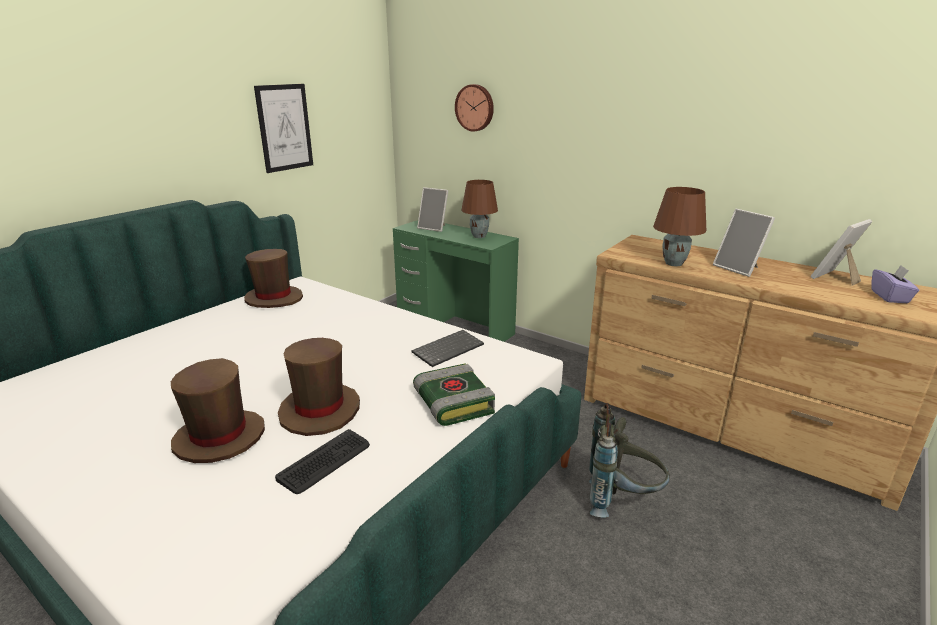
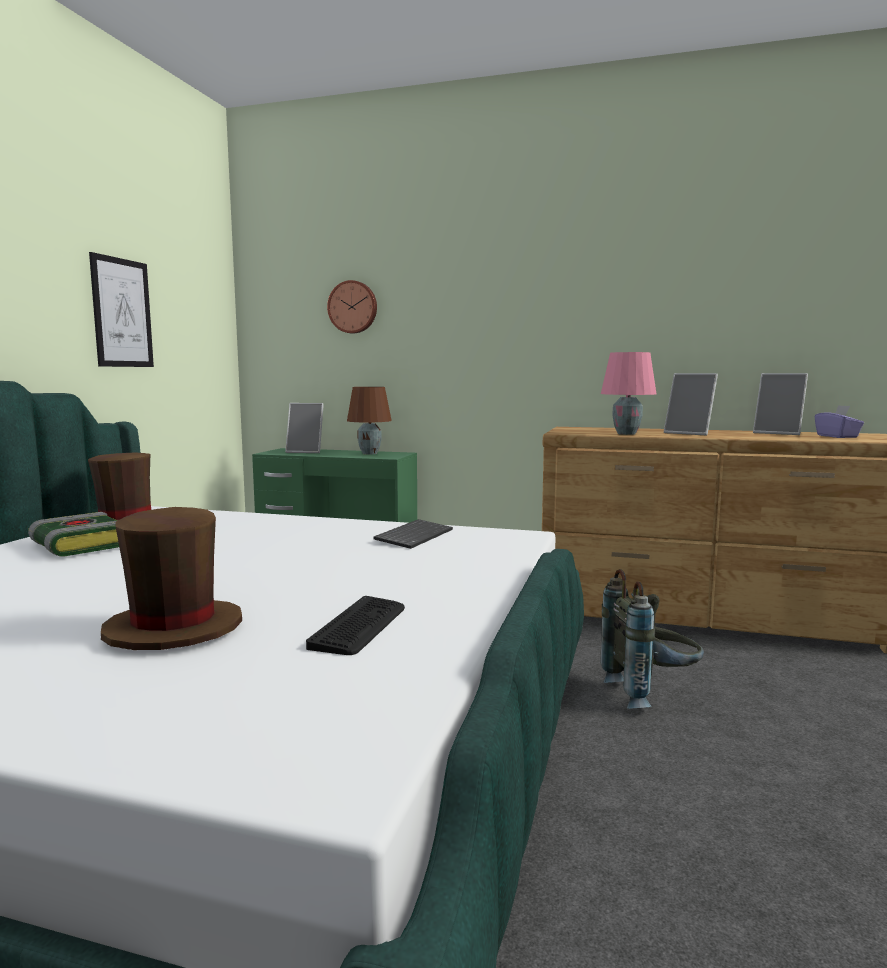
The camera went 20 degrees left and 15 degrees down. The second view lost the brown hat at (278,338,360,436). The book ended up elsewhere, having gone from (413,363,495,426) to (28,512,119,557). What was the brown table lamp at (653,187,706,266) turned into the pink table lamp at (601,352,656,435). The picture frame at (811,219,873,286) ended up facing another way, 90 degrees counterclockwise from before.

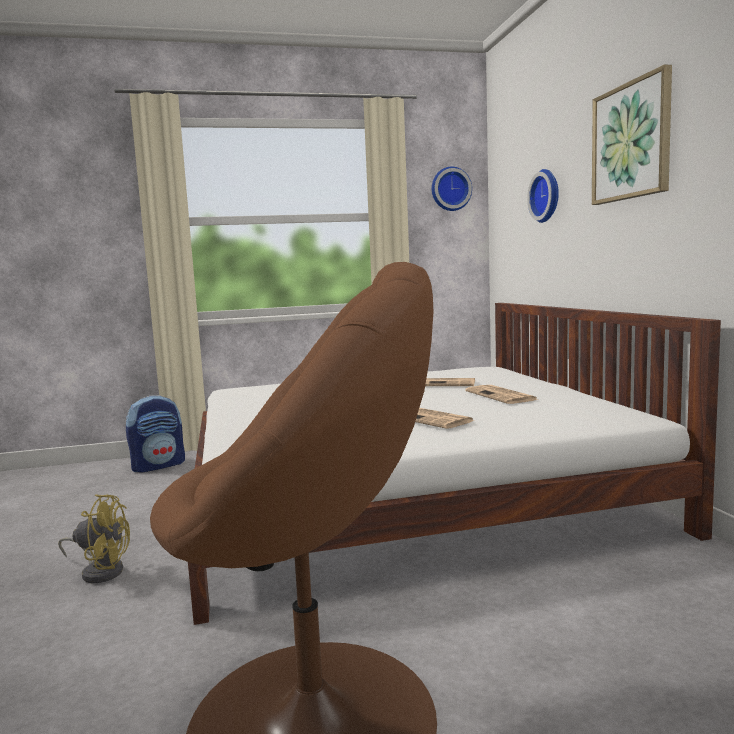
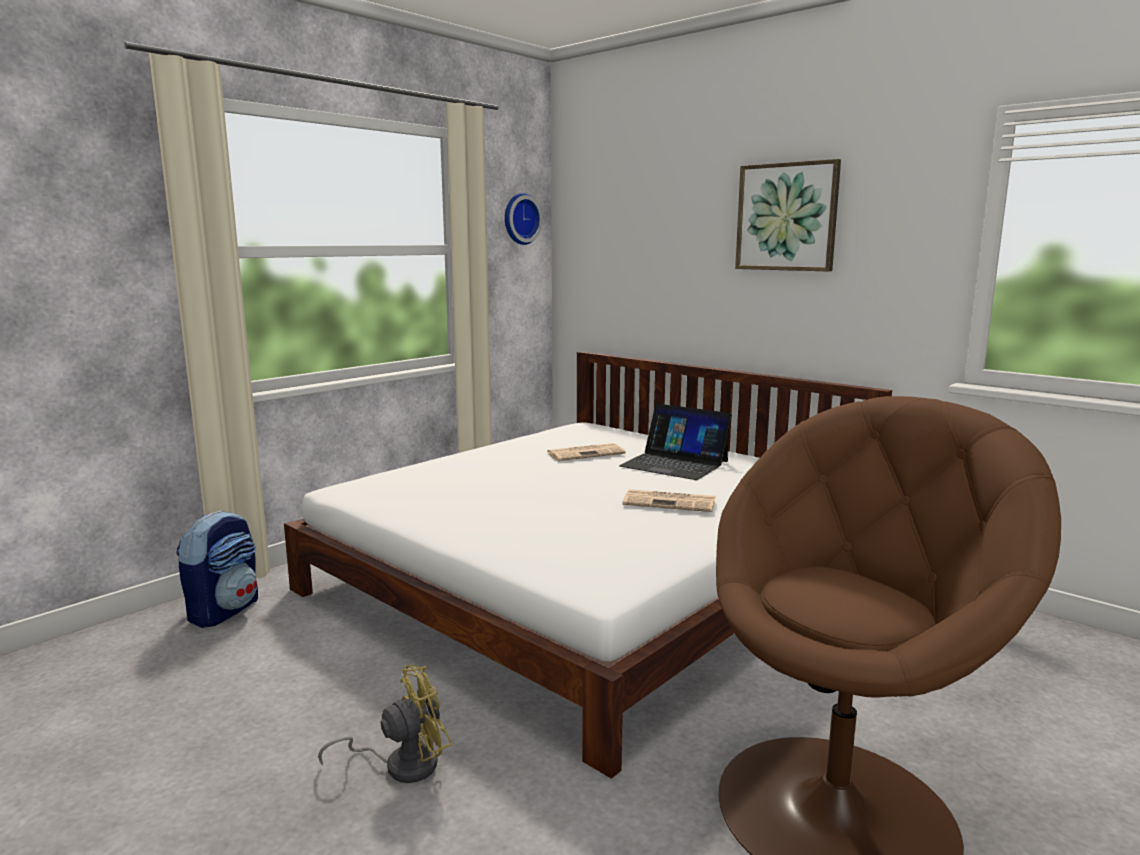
The camera went 35 degrees left and 5 degrees up. The second view lost the wall clock at (527,169,559,223). Where the newspaper stood at (465,385,539,404), the laptop came to stand at (619,404,732,480).

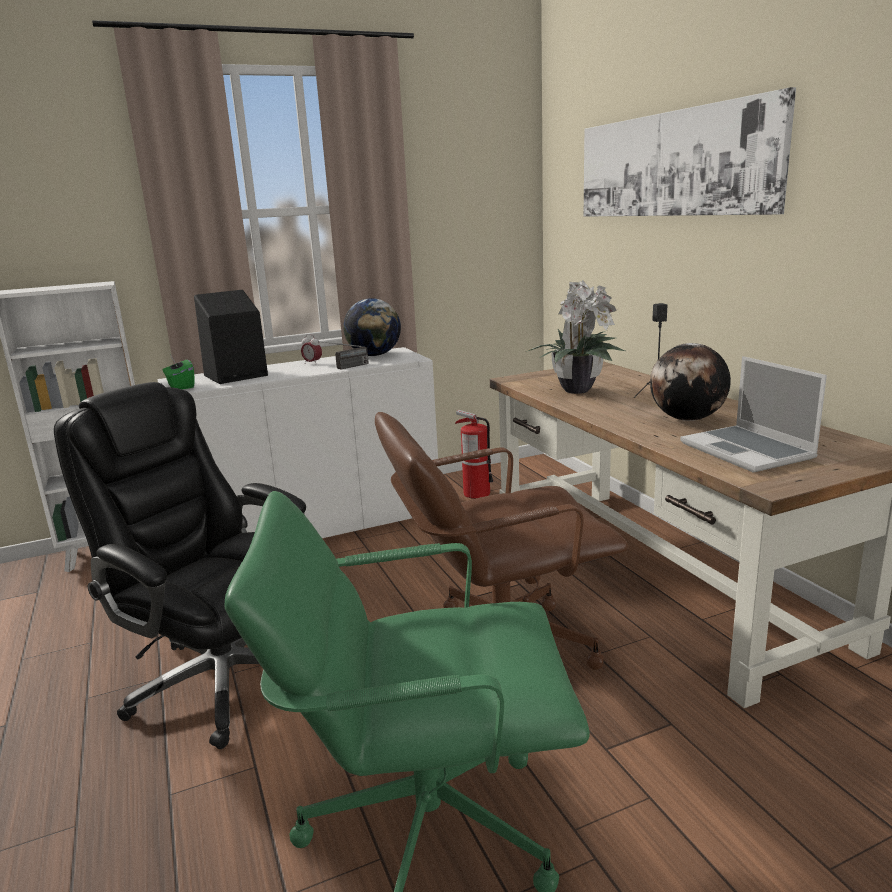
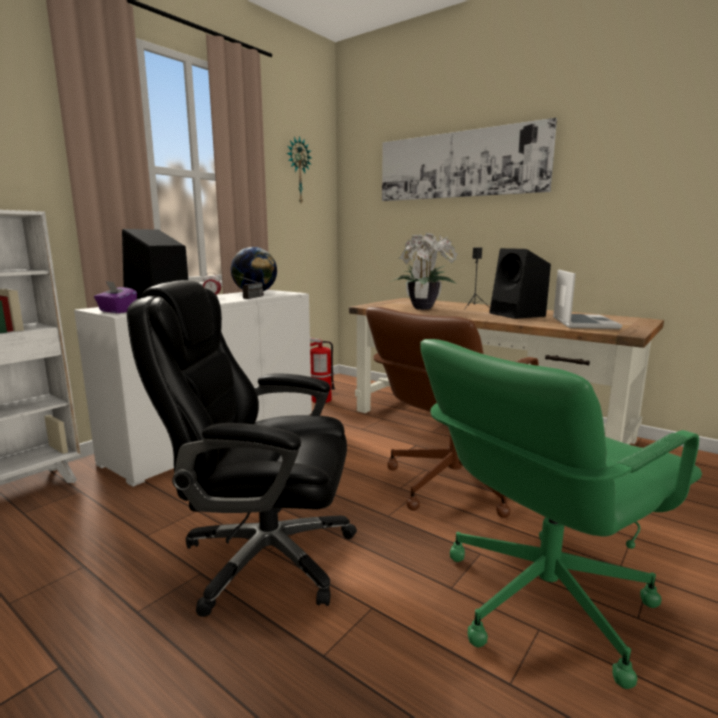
The camera went 30 degrees left and 5 degrees down. The second view gained the wall clock at (287,136,312,203). Where the globe stood at (650,343,731,421), the black speaker came to stand at (489,248,551,319). What was the green tissue box at (163,354,195,389) turned into the purple tissue box at (94,281,137,313). The laptop at (680,356,827,473) ended up facing another way, 120 degrees counterclockwise from before.

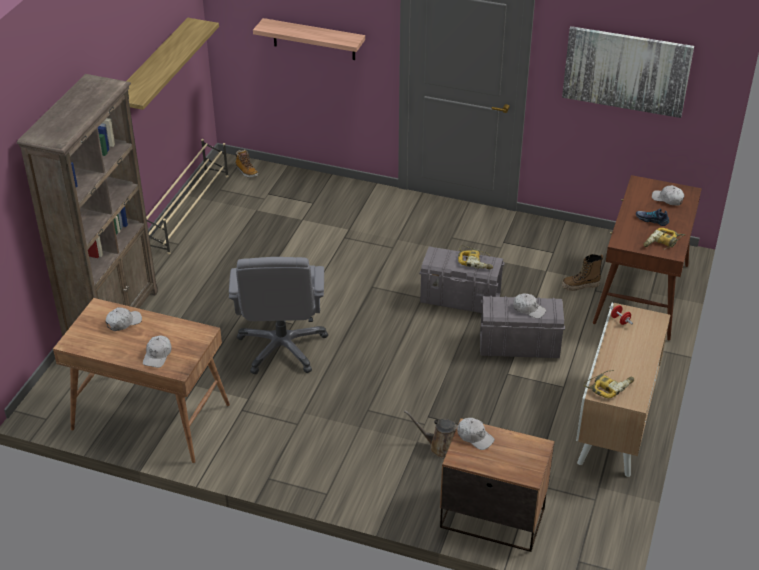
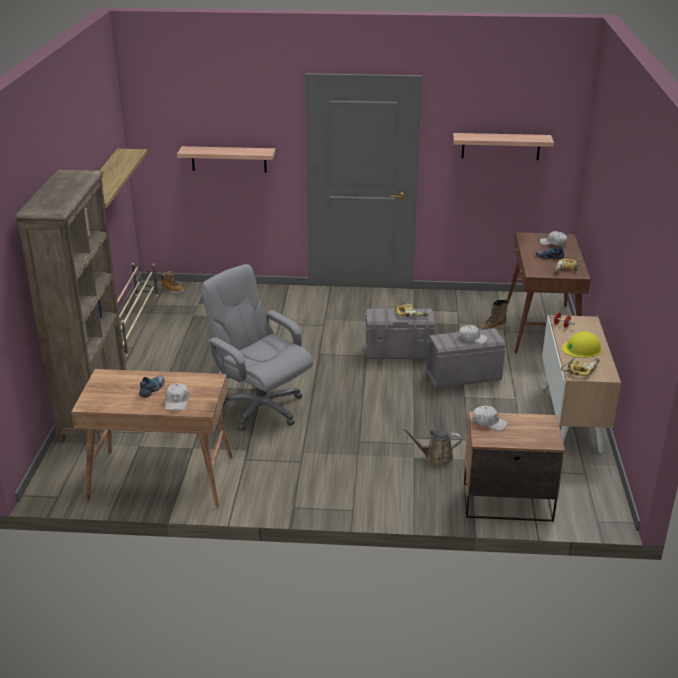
The camera went 15 degrees left and 10 degrees down. The second view lost the white cap at (105,307,142,331). The second view gained the shoe at (139,375,165,397). The second view gained the yellow hard hat at (562,332,602,358). Where the picture hung at (562,26,694,118), the shelf came to hang at (453,133,554,160). The grey office chair at (229,257,328,374) ended up facing another way, 150 degrees clockwise from before.

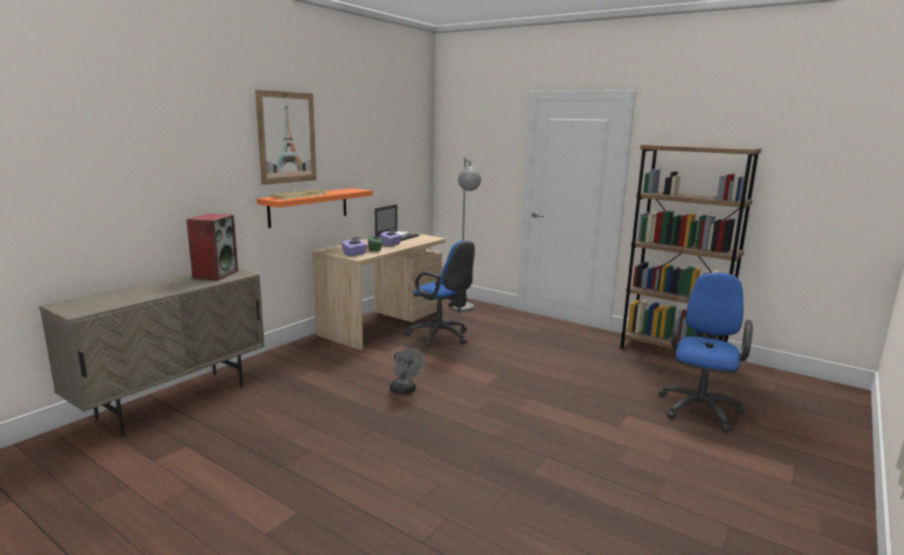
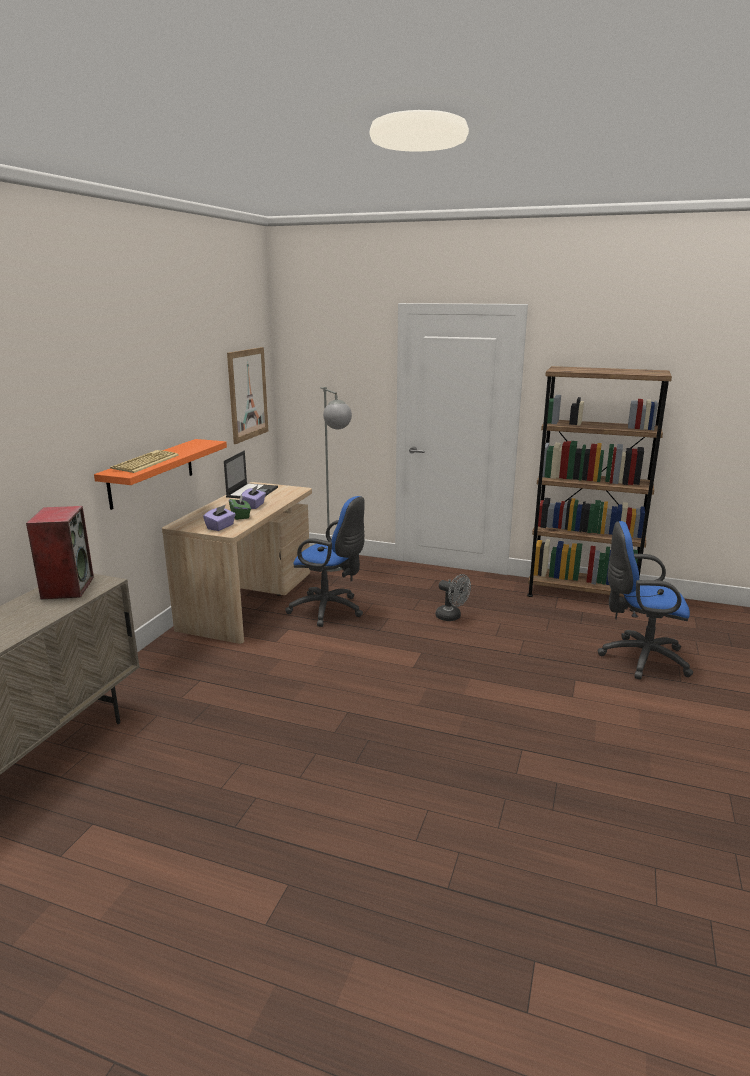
The camera went 15 degrees left and 5 degrees up. The picture ended up elsewhere, having gone from (255,90,316,185) to (227,347,268,444). The grey fan ended up elsewhere, having gone from (390,347,425,395) to (435,574,471,621). The blue office chair at (659,273,753,432) ended up facing another way, 90 degrees counterclockwise from before.

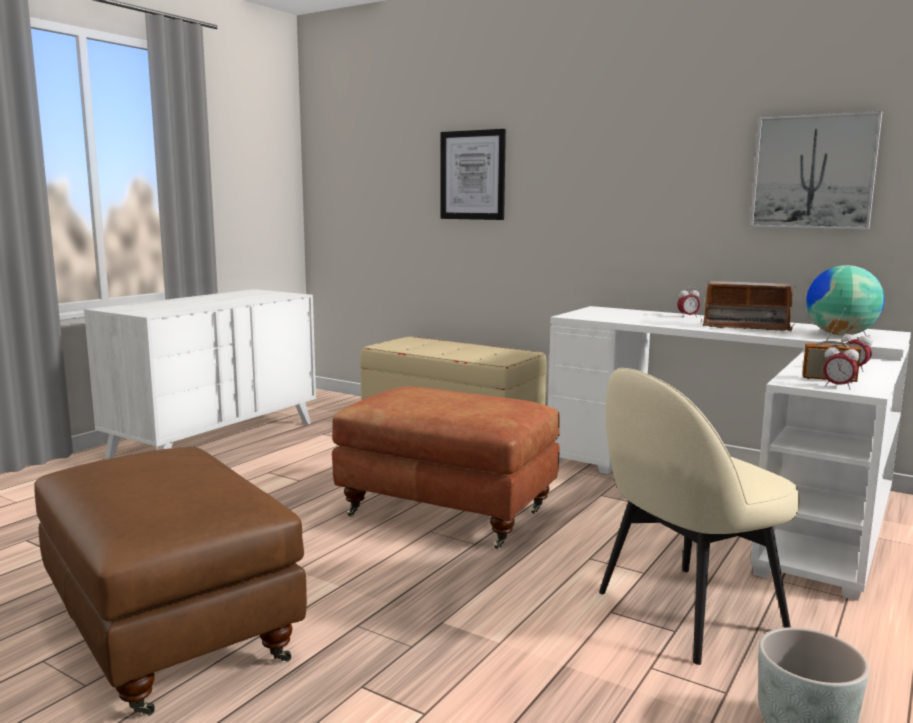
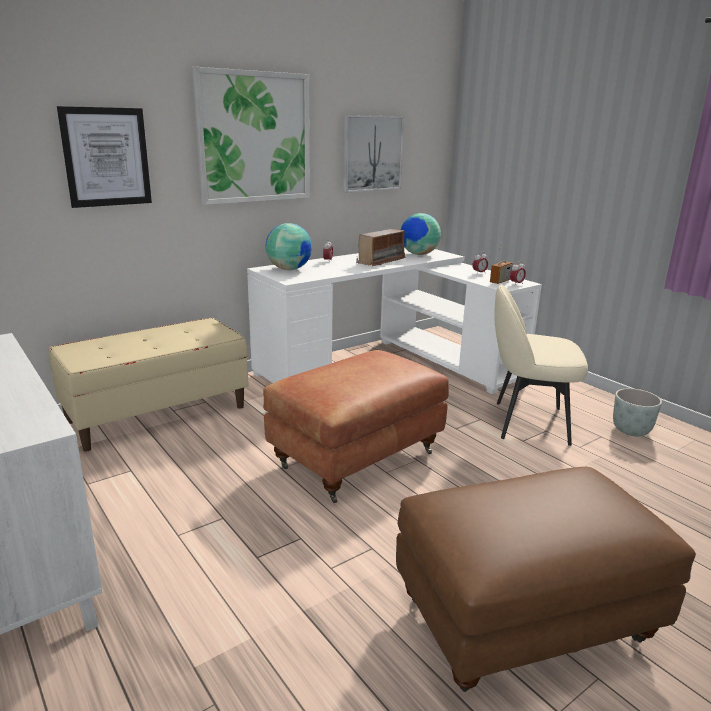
The camera went 70 degrees left and 10 degrees up. The second view gained the picture at (192,67,310,205). The second view gained the globe at (265,223,312,270). The beige chair at (599,368,800,665) ended up facing another way, 105 degrees clockwise from before.

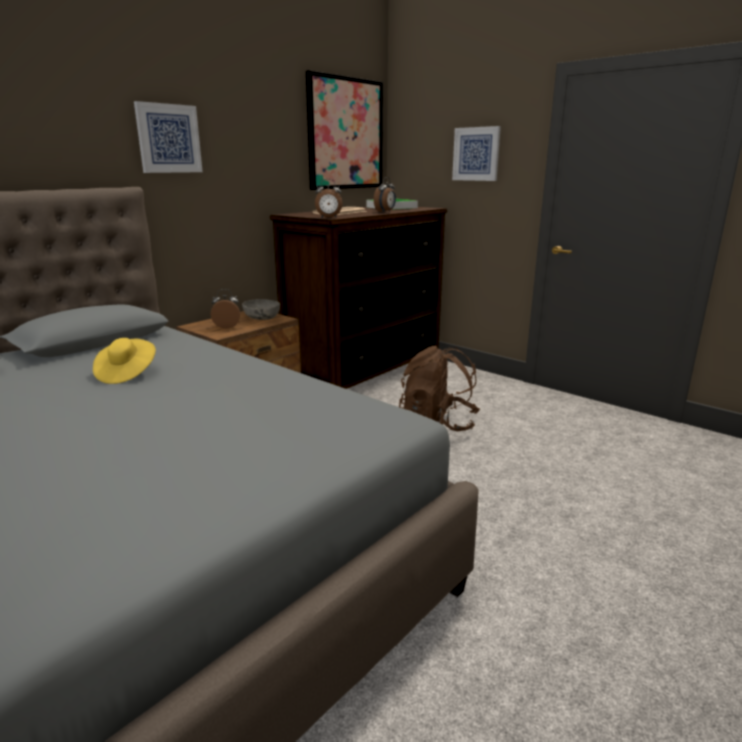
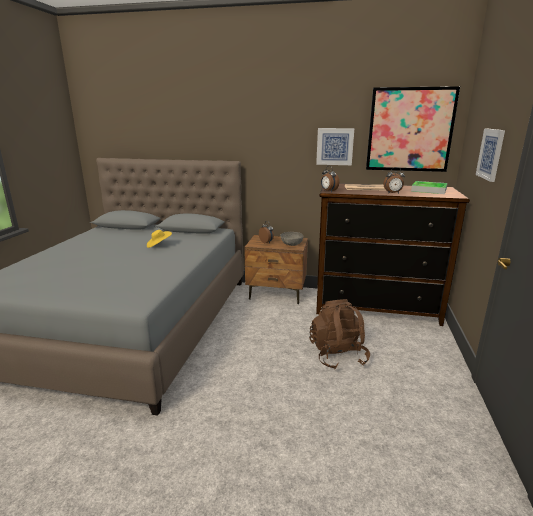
The camera went 60 degrees right and 0 degrees up. The picture ended up elsewhere, having gone from (134,101,203,173) to (316,128,354,165).

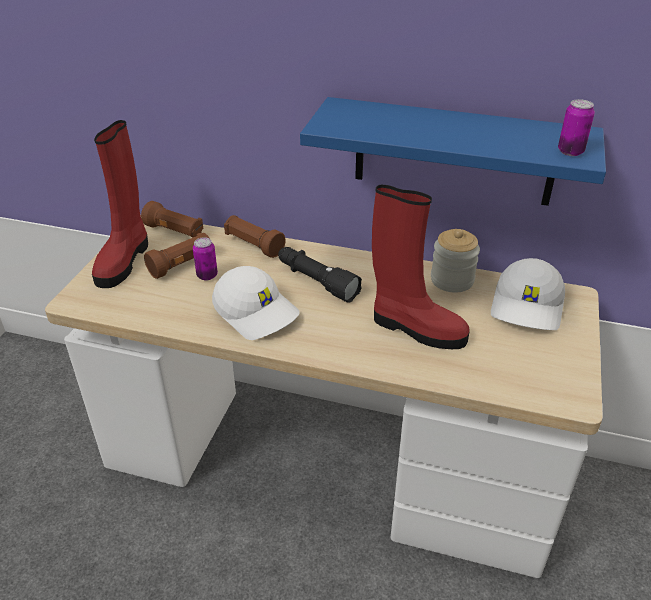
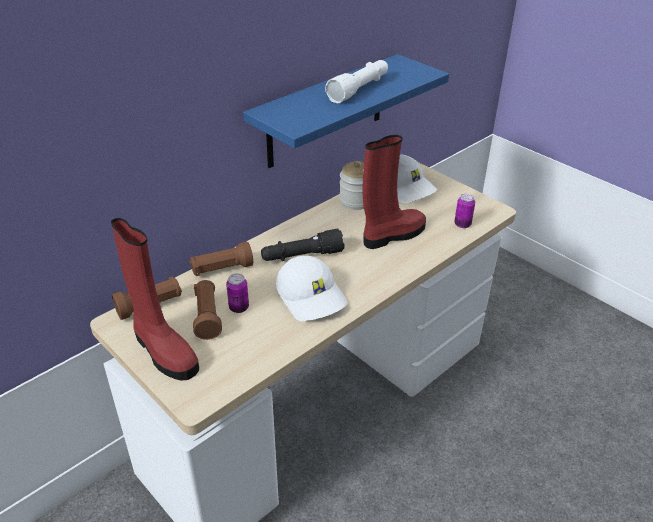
The camera went 60 degrees left and 0 degrees up. The second view gained the white flashlight at (325,60,388,103). The can ended up elsewhere, having gone from (558,99,595,156) to (454,194,475,228). The white cap at (212,266,300,340) ended up facing another way, 75 degrees clockwise from before.

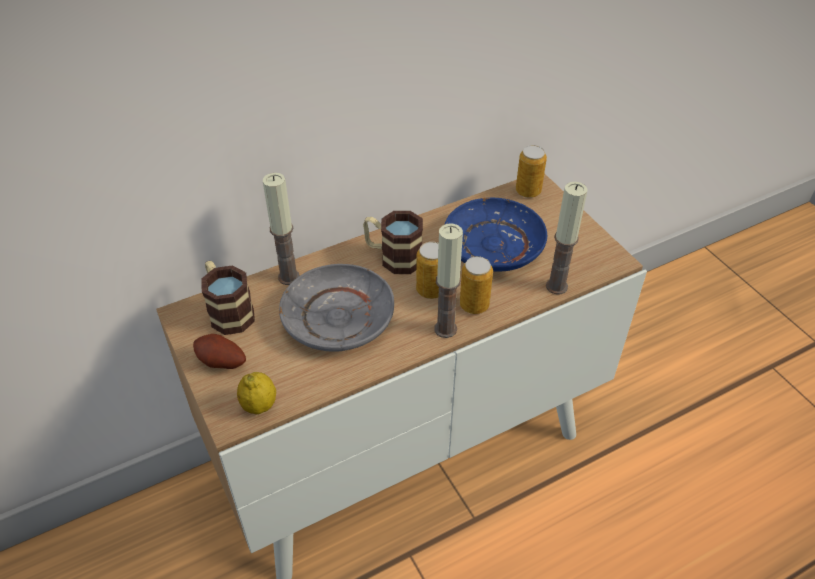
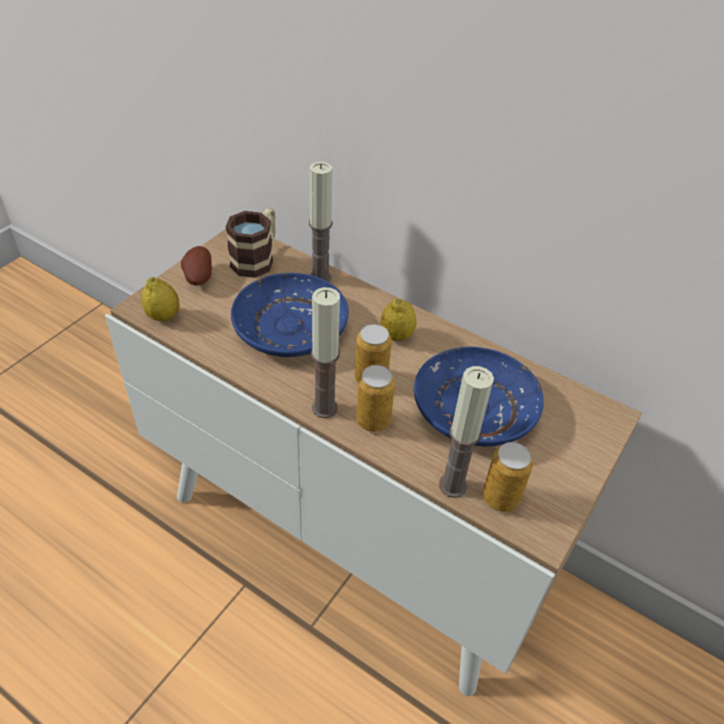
The camera went 60 degrees right and 0 degrees up. The can ended up elsewhere, having gone from (516,145,547,198) to (483,442,533,512). Where the mug stood at (363,211,423,274), the lemon came to stand at (381,299,417,341). What was the grey plate at (279,264,394,352) turned into the blue plate at (231,273,349,357).

